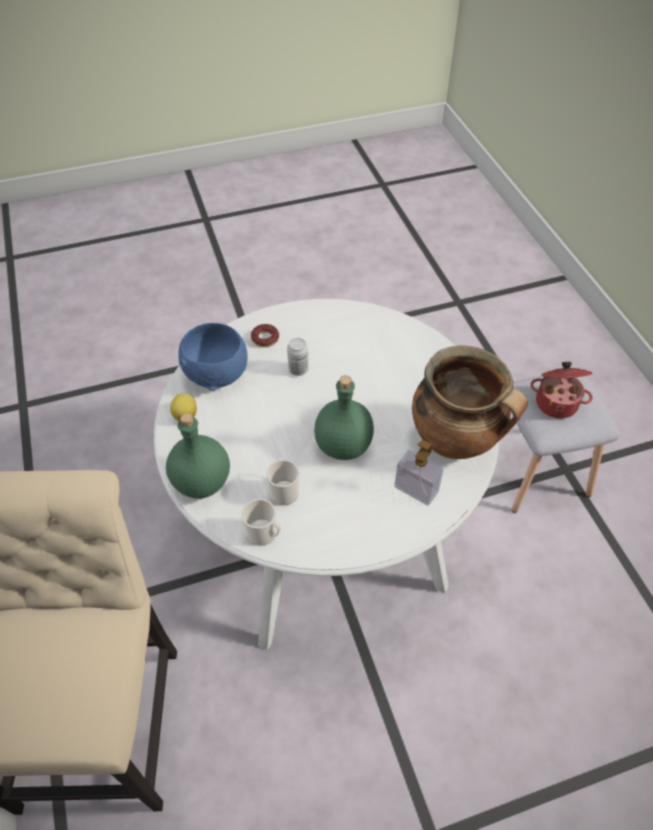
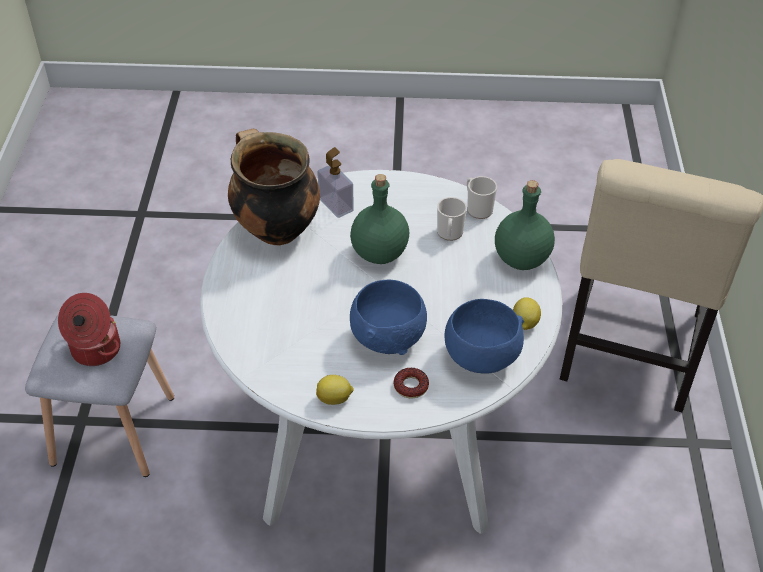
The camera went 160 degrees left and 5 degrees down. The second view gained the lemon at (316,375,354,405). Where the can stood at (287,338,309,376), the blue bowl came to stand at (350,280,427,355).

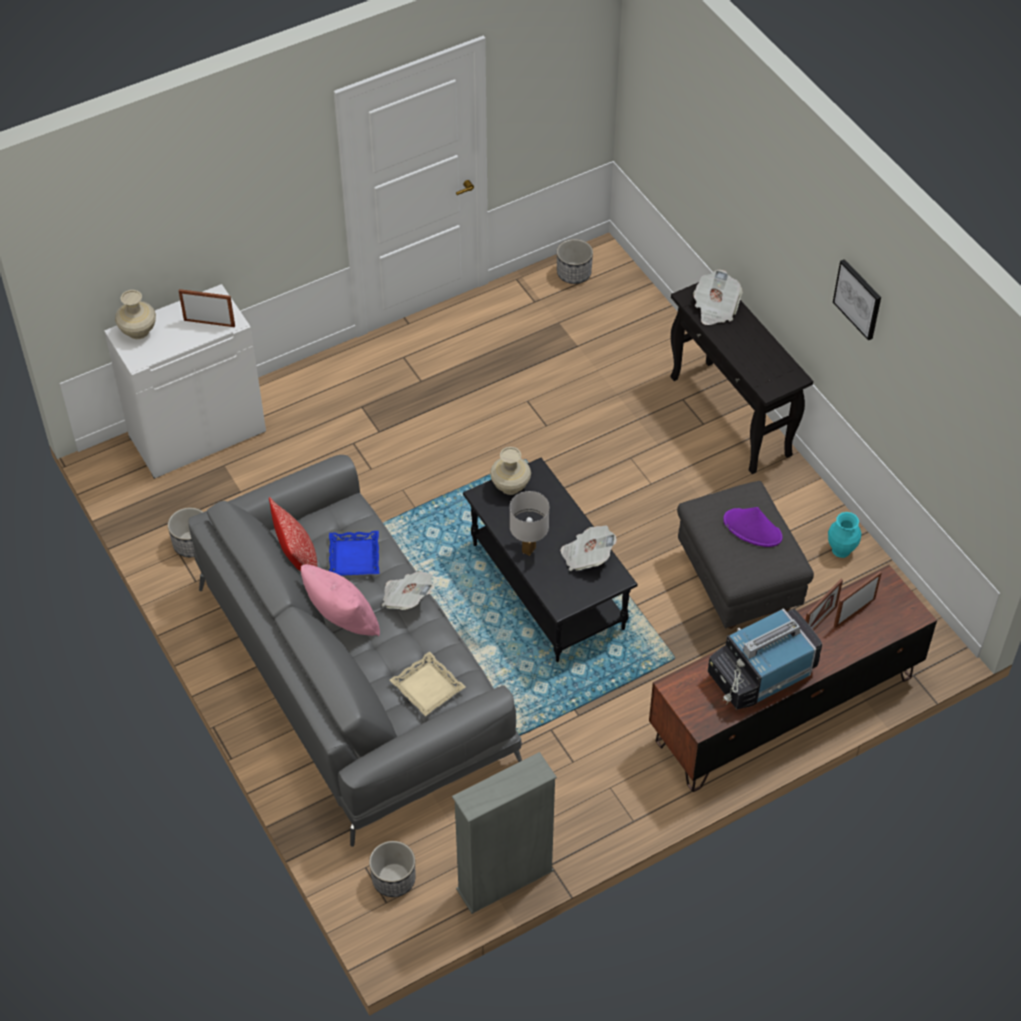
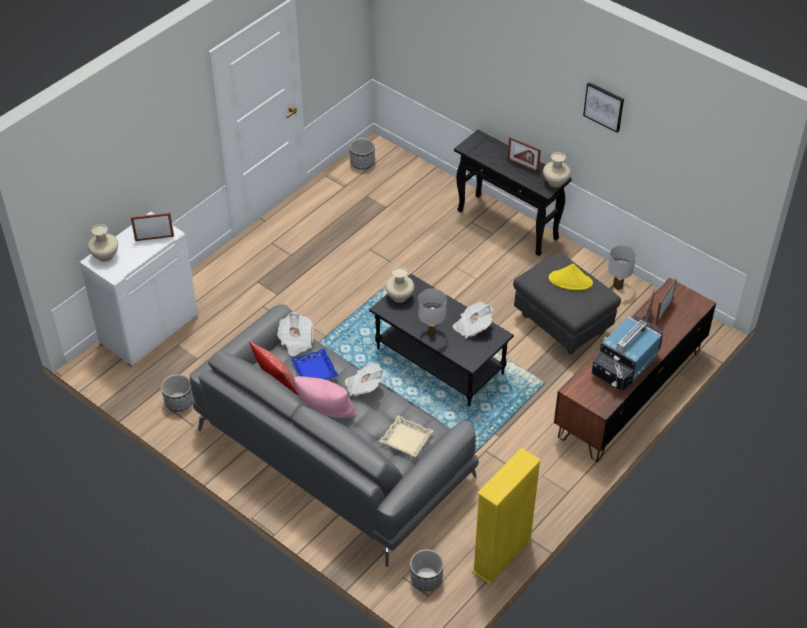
The camera went 20 degrees left and 5 degrees down. The second view gained the picture frame at (507,137,541,172). The second view gained the beige vase at (543,152,571,187). The newspaper ended up elsewhere, having gone from (693,270,743,325) to (277,312,314,356). Where the turquoise vase stood at (828,512,861,558), the white table lamp came to stand at (608,245,636,290). What was the grey bookcase at (452,752,557,914) turned into the yellow bookcase at (472,447,541,584). What was the purple hat at (723,507,782,547) turned into the yellow hat at (549,263,593,290).

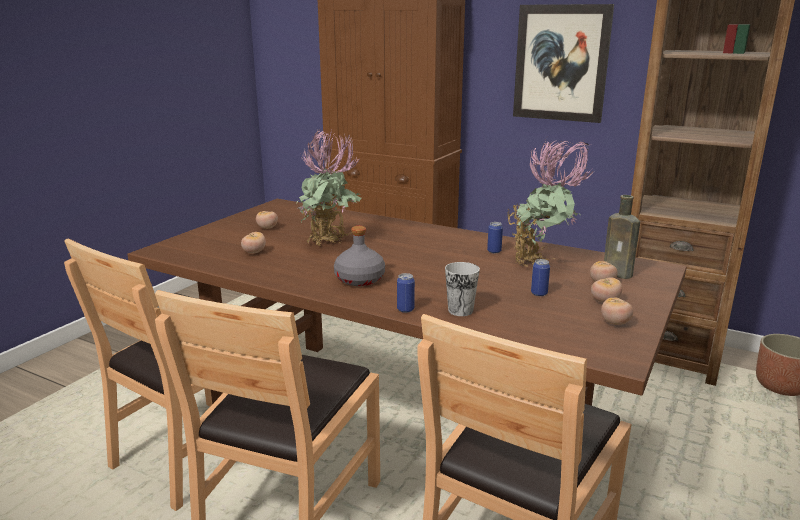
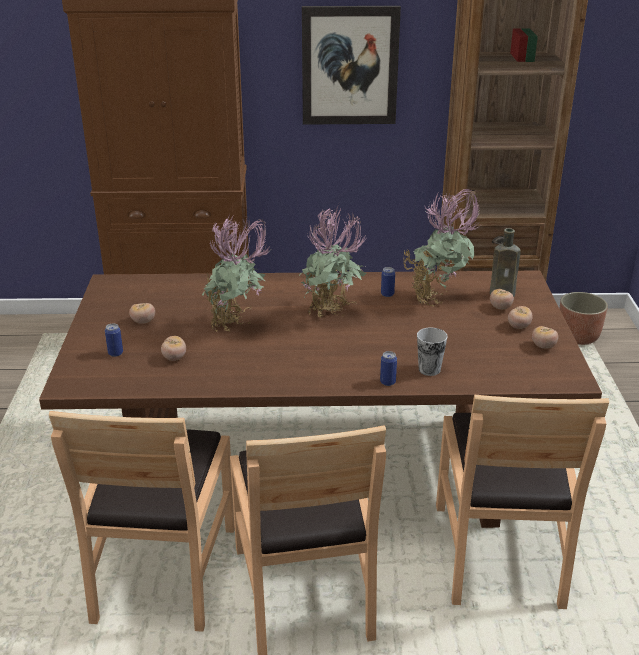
The camera went 30 degrees left and 10 degrees up. The second view lost the grey bottle at (334,226,385,286). The second view gained the potted plant at (299,204,366,318). The can ended up elsewhere, having gone from (531,259,550,296) to (105,323,123,357).

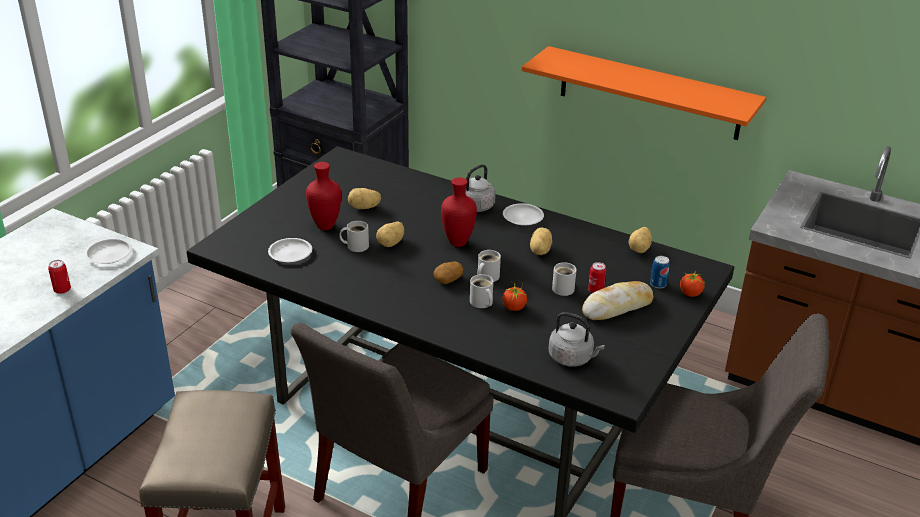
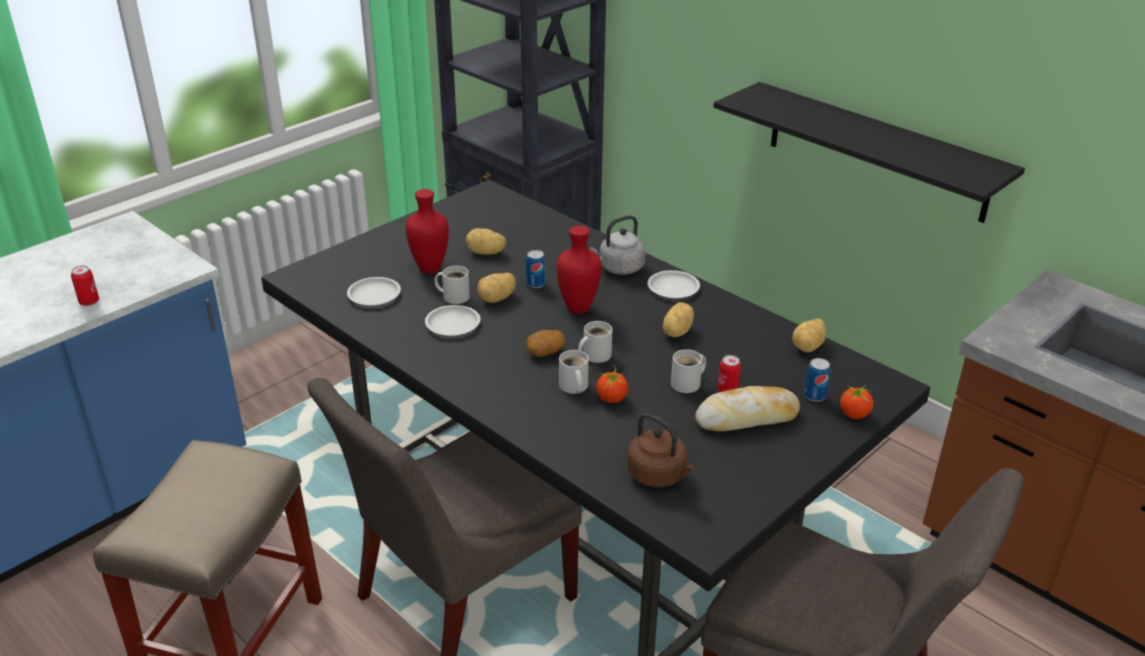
The camera went 15 degrees right and 0 degrees up. The second view gained the can at (526,250,546,288). The white plate ended up elsewhere, having gone from (85,238,132,264) to (425,305,480,336). What was the orange shelf at (522,46,766,140) turned into the black shelf at (714,82,1025,223). What was the grey kettle at (549,312,605,367) turned into the brown kettle at (627,413,695,487).

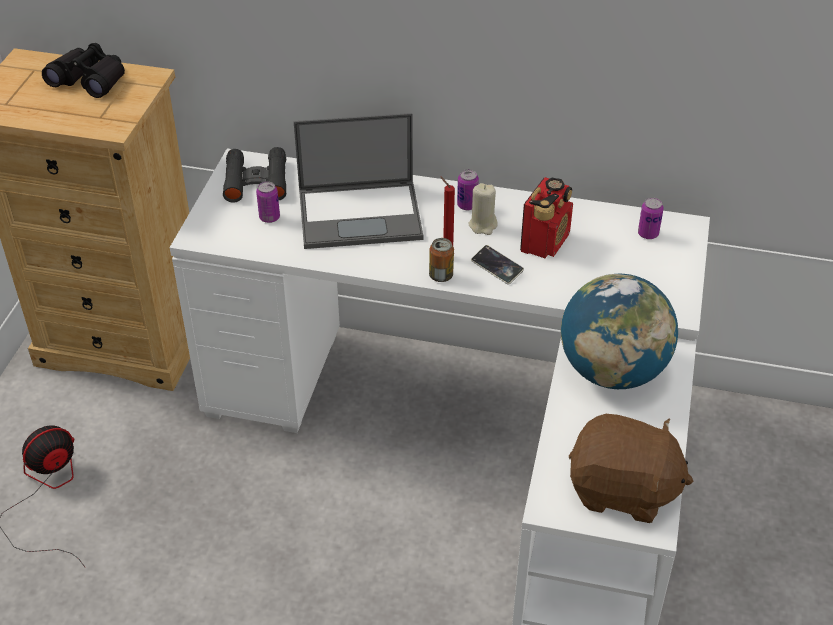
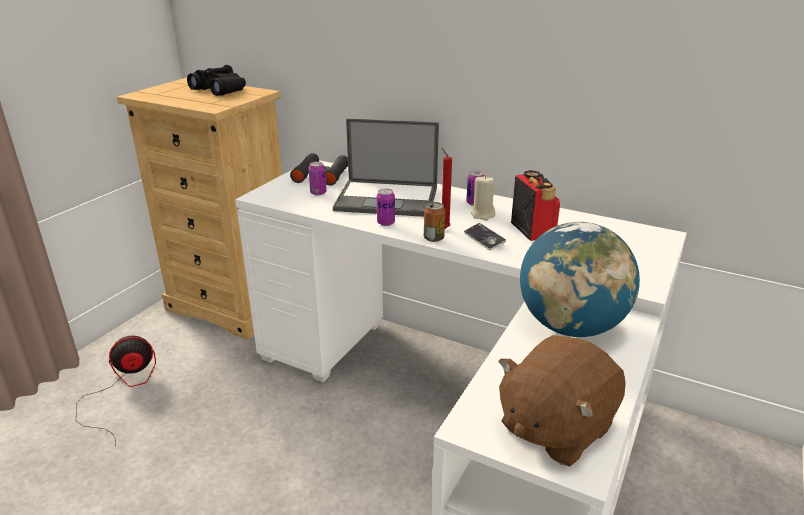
The camera went 15 degrees right and 15 degrees down. The can ended up elsewhere, having gone from (638,197,664,239) to (377,189,395,226). The radio at (520,177,573,258) ended up facing another way, 60 degrees counterclockwise from before. The brown plush toy at (569,414,693,523) ended up facing another way, 105 degrees clockwise from before.

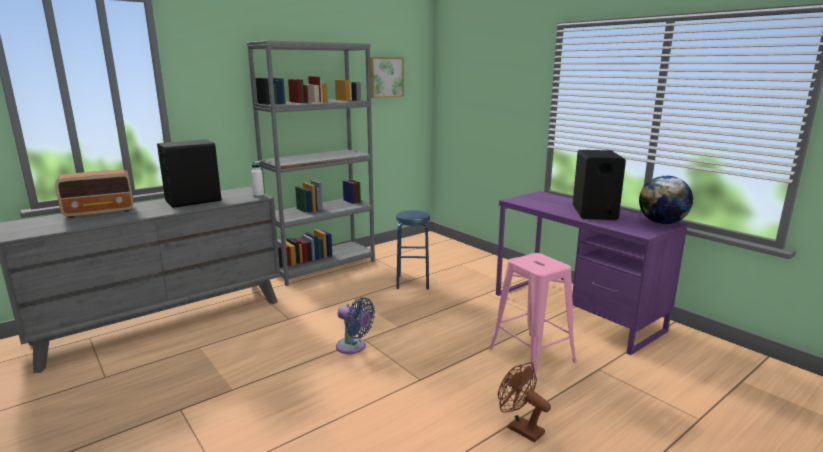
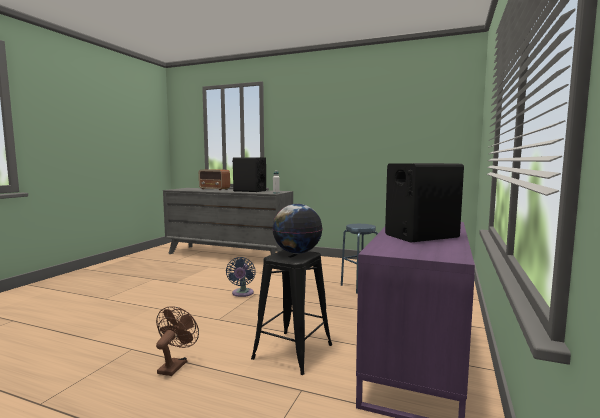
The camera went 60 degrees right and 10 degrees down. The second view lost the grey bookcase at (247,40,375,286). The second view lost the picture at (370,57,404,98). The globe ended up elsewhere, having gone from (639,175,693,224) to (272,204,322,254). What was the pink stool at (489,253,577,380) turned into the black stool at (251,250,332,375).

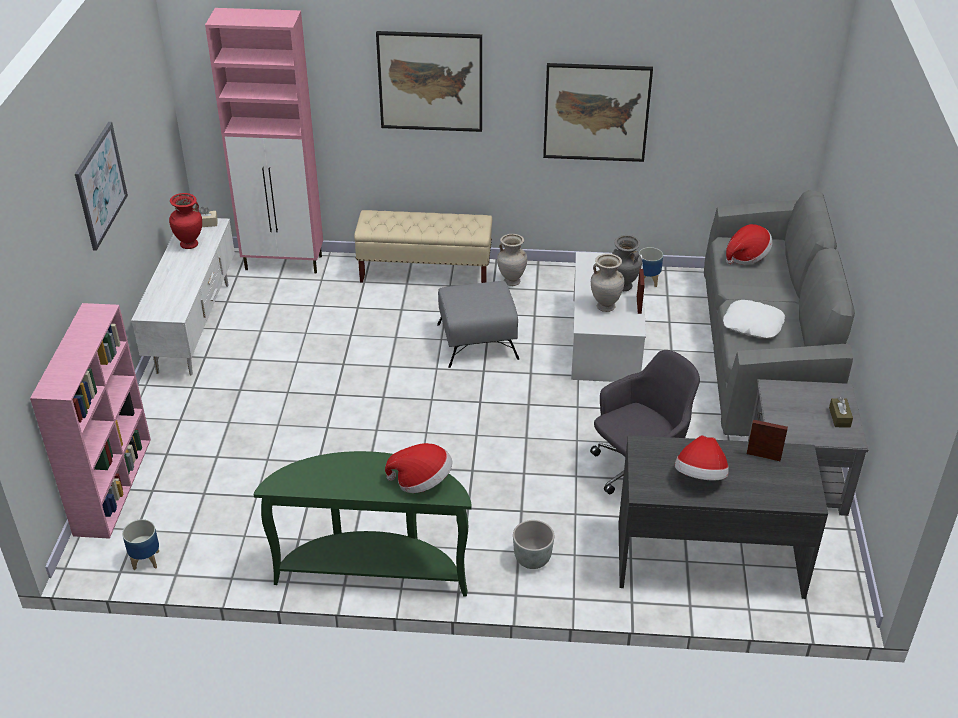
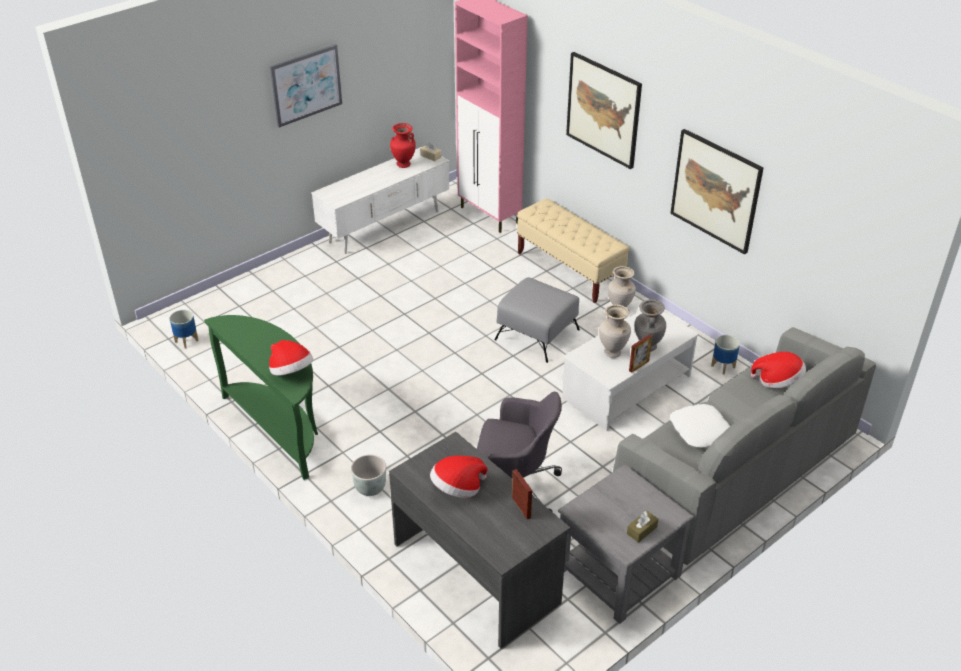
The camera went 45 degrees right and 0 degrees up. The second view lost the pink bookcase at (30,303,151,539).

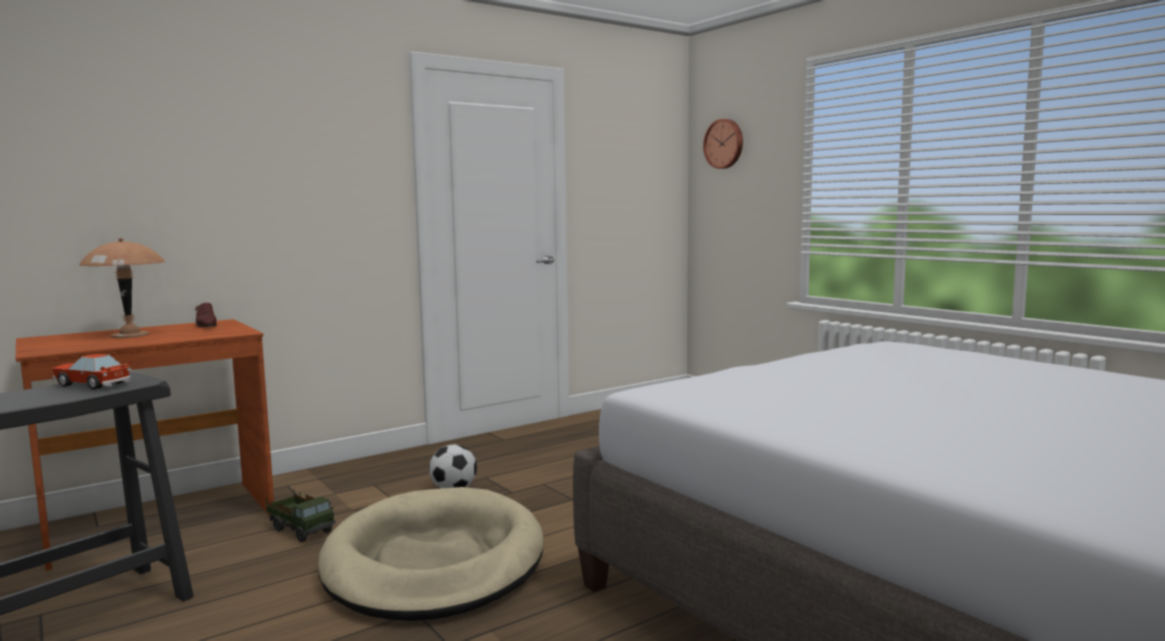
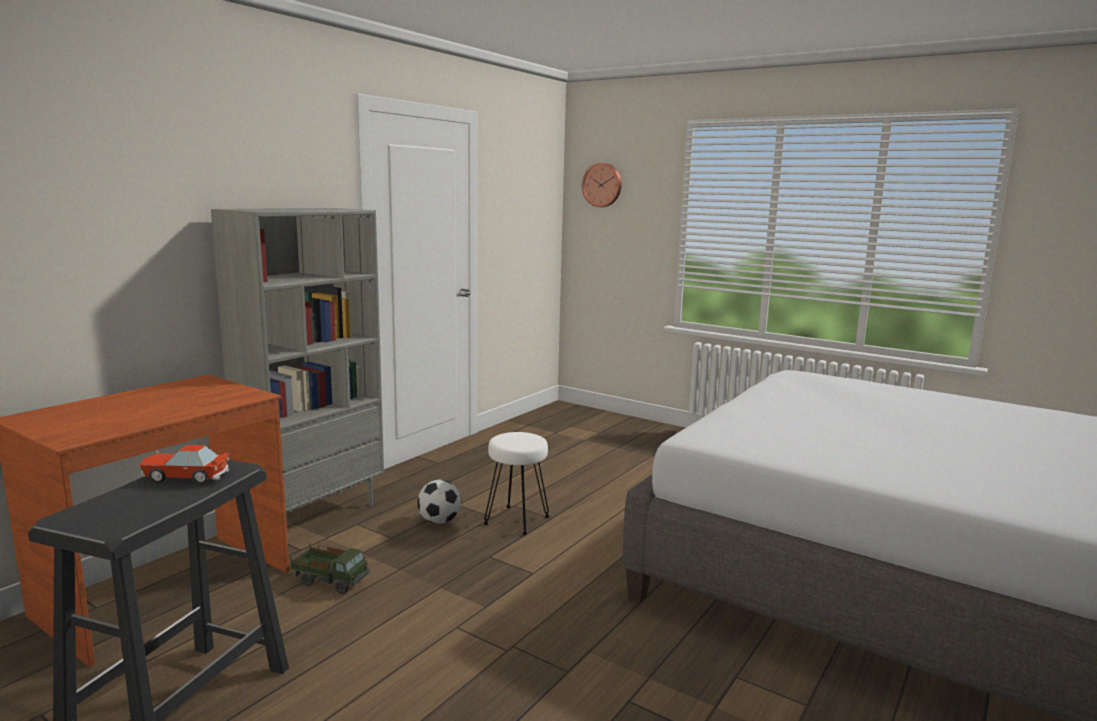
The camera went 20 degrees left and 5 degrees up. The second view lost the brown table lamp at (79,238,165,338). The second view lost the brown shoe at (195,303,217,327). The second view lost the beige dog bed at (318,487,544,621). The second view gained the grey bookcase at (211,208,384,537). The second view gained the white stool at (484,432,549,535).

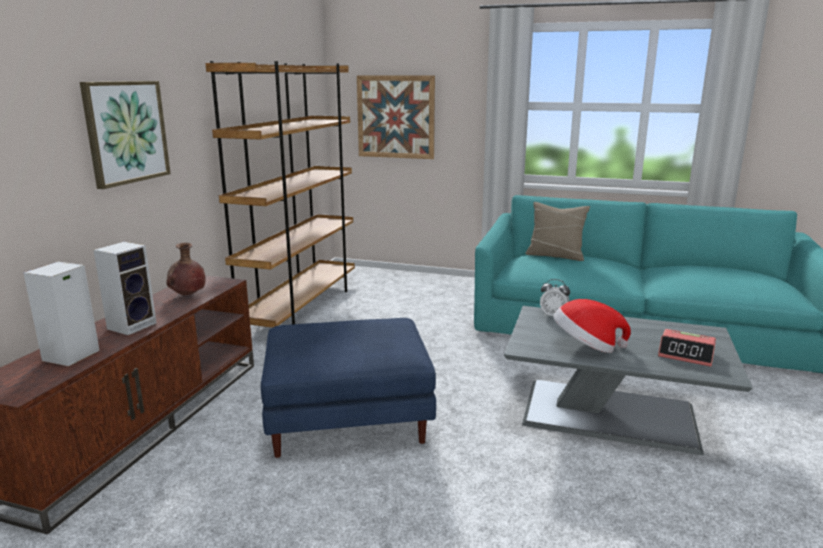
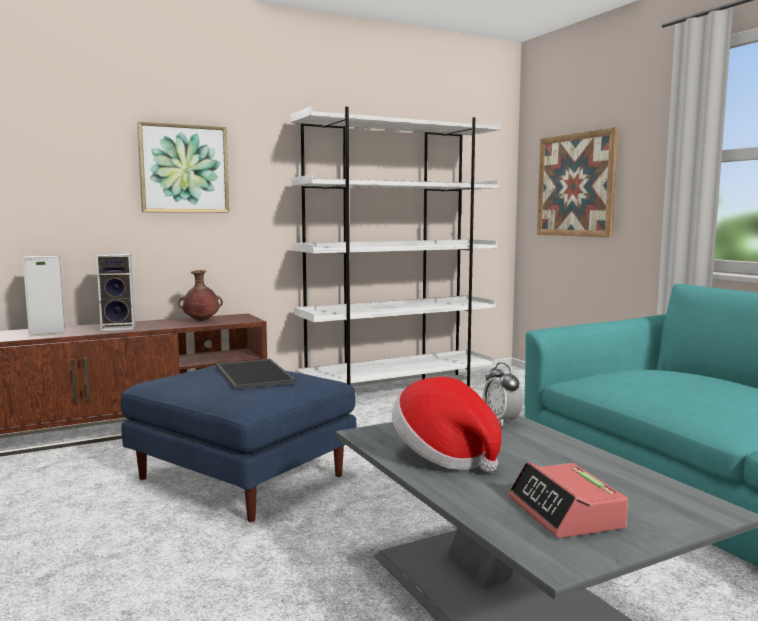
The camera went 45 degrees right and 10 degrees down. The second view lost the beige pillow at (525,202,590,261). The second view gained the tray at (216,359,296,390). What was the brown bookcase at (205,61,355,328) turned into the white bookcase at (290,106,501,387).

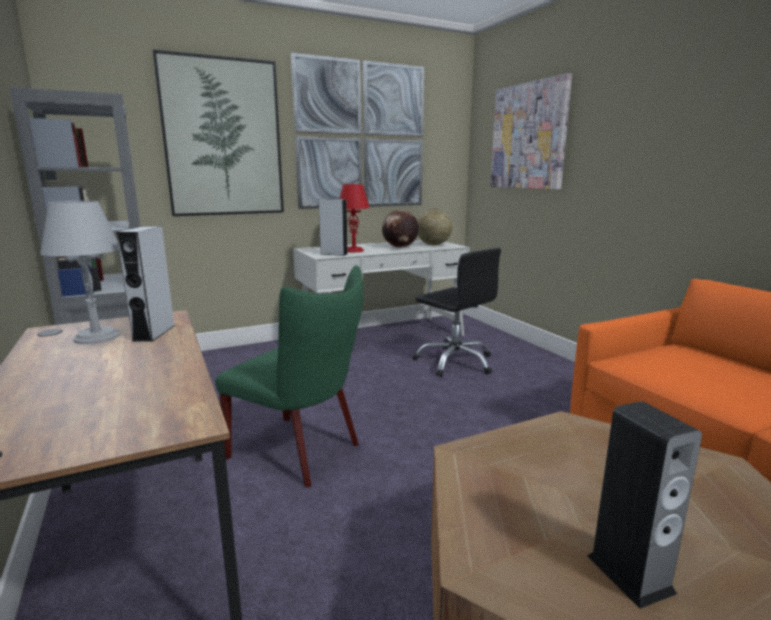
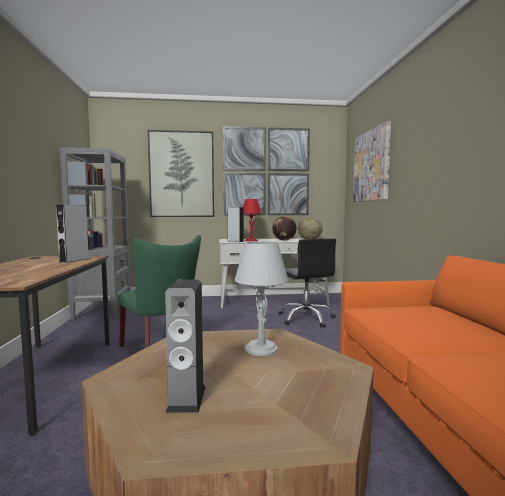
The camera went 20 degrees right and 10 degrees down. The grey table lamp ended up elsewhere, having gone from (40,201,120,344) to (234,241,289,356).

